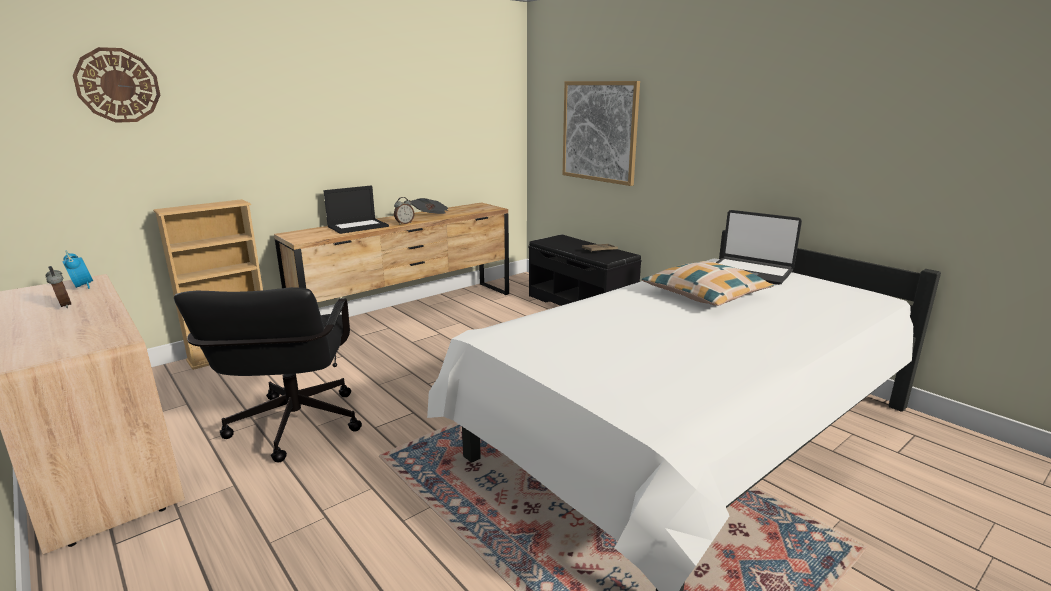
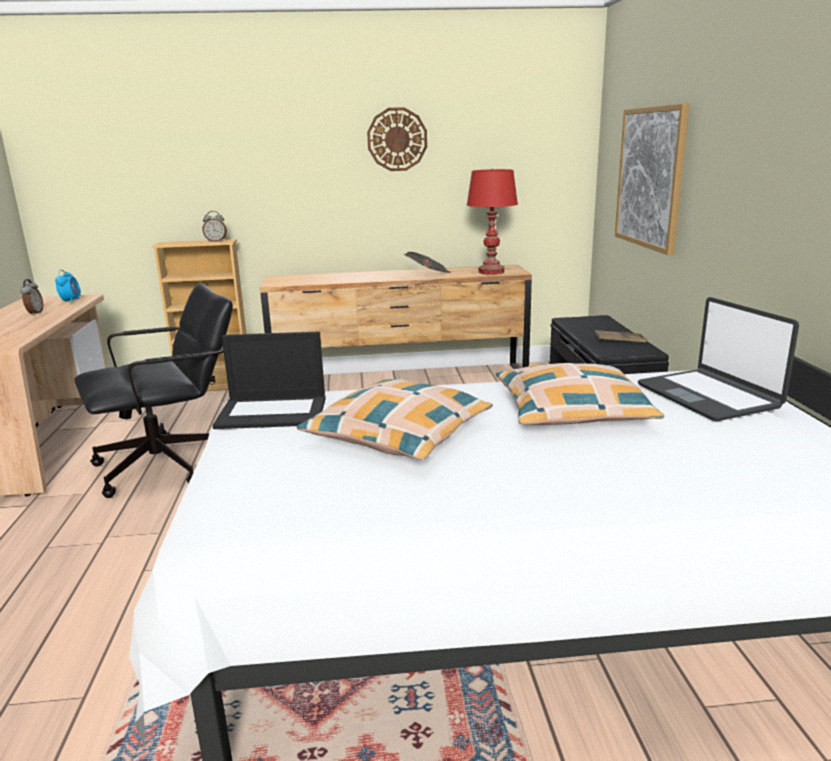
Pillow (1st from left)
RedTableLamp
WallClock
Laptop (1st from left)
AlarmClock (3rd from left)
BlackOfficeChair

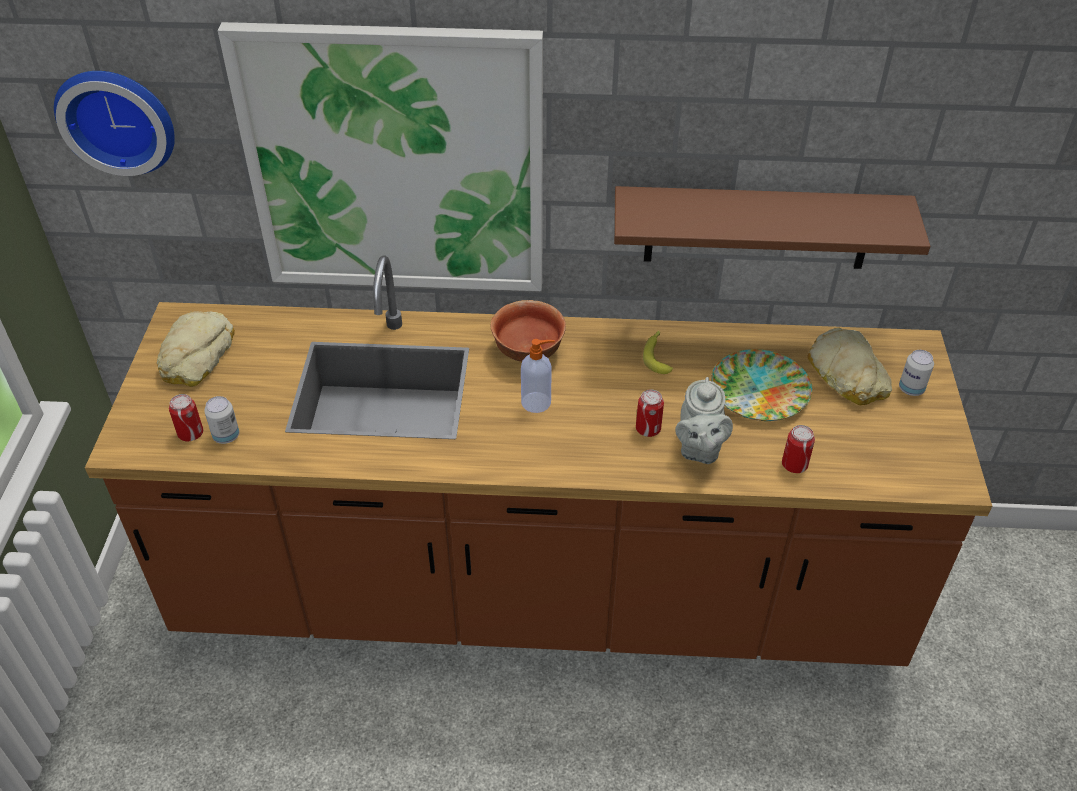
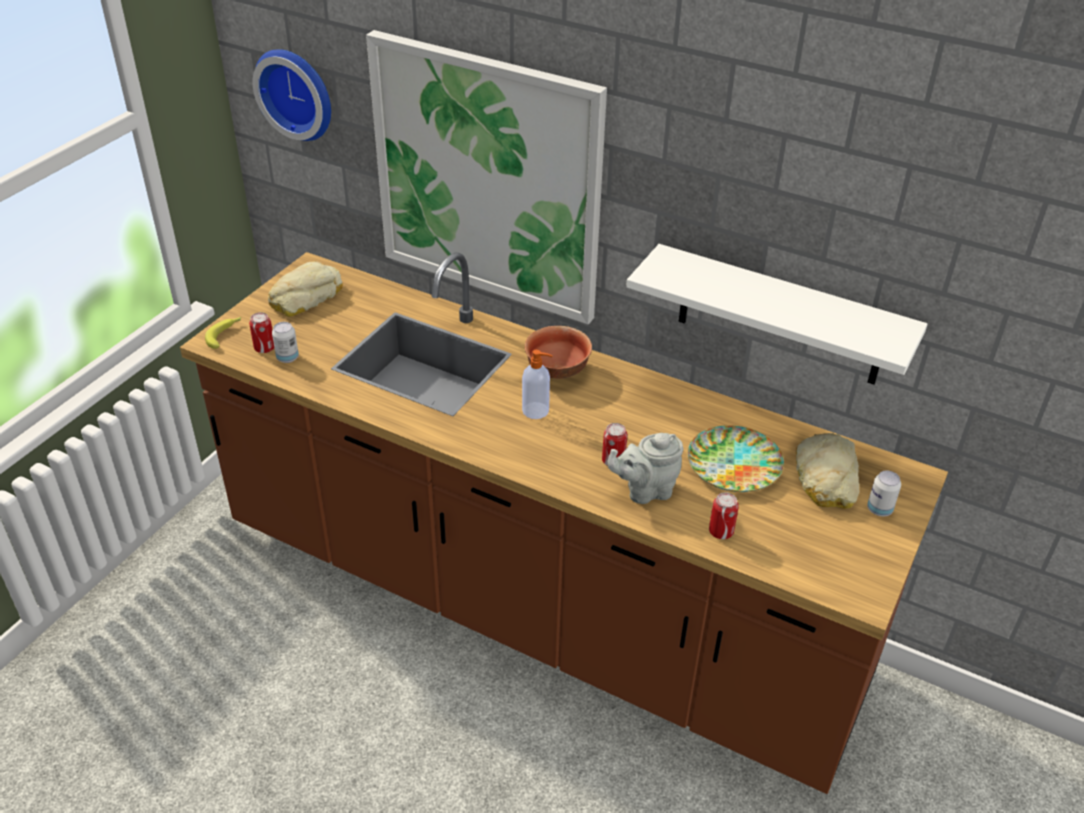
Banana
WhiteShelf
GreyTeapot

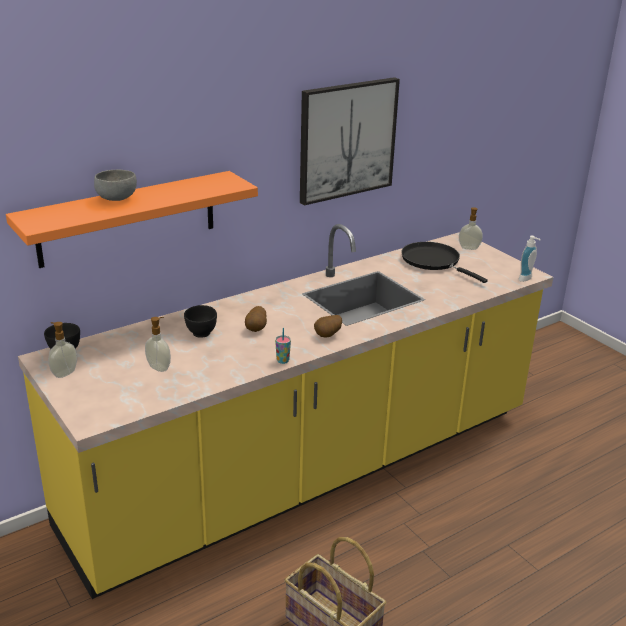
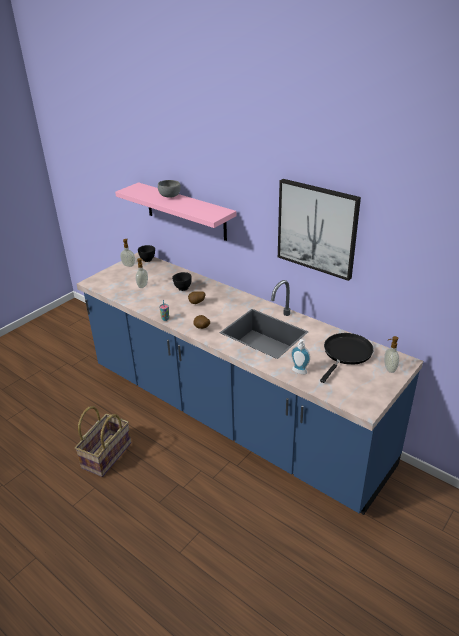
SoapDispenser (3rd from left)
PinkShelf
BlueCounter

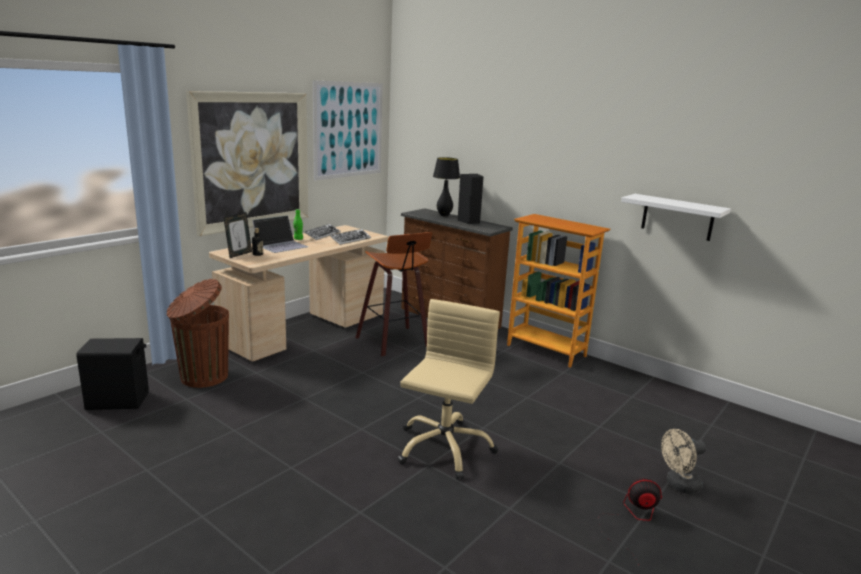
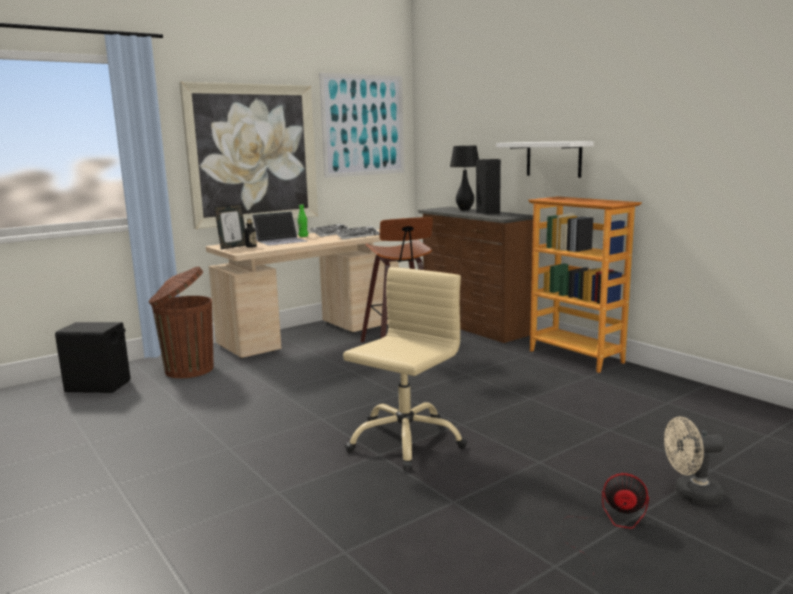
WhiteShelf

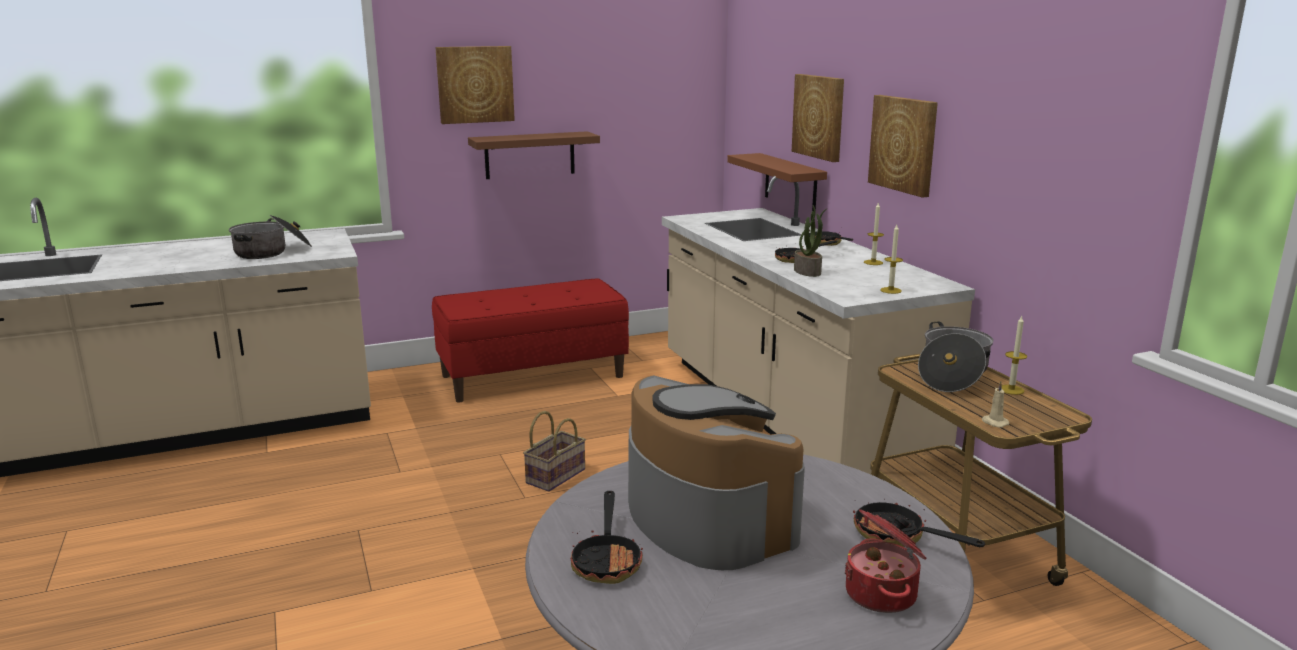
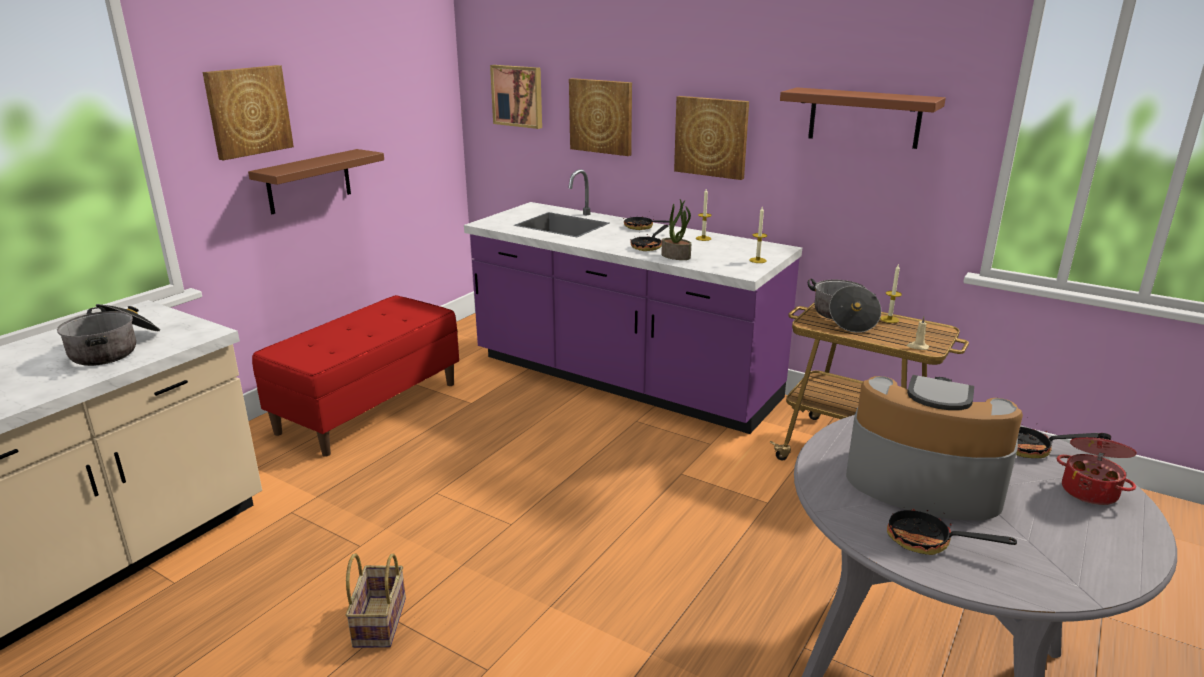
Picture (2nd from left)
Basket
BrownShelf (2nd from left)
PurpleCounter
FryingPan (3rd from left)

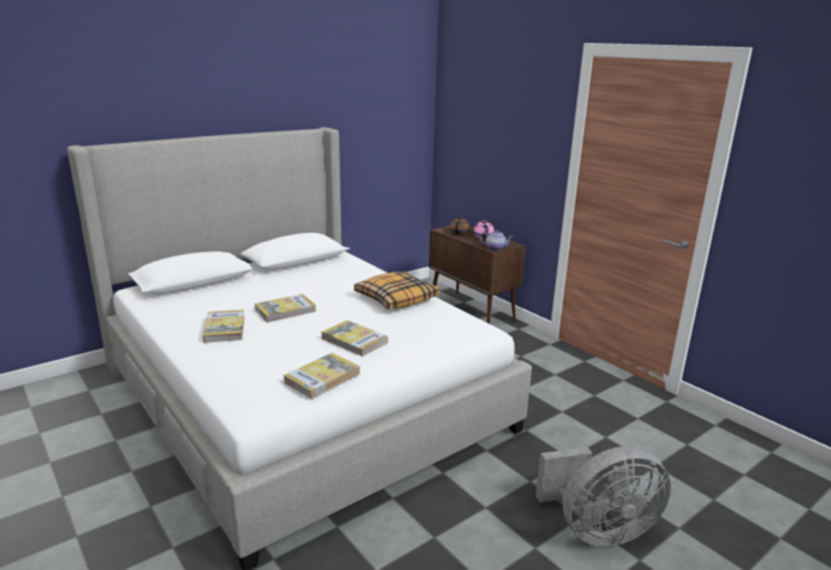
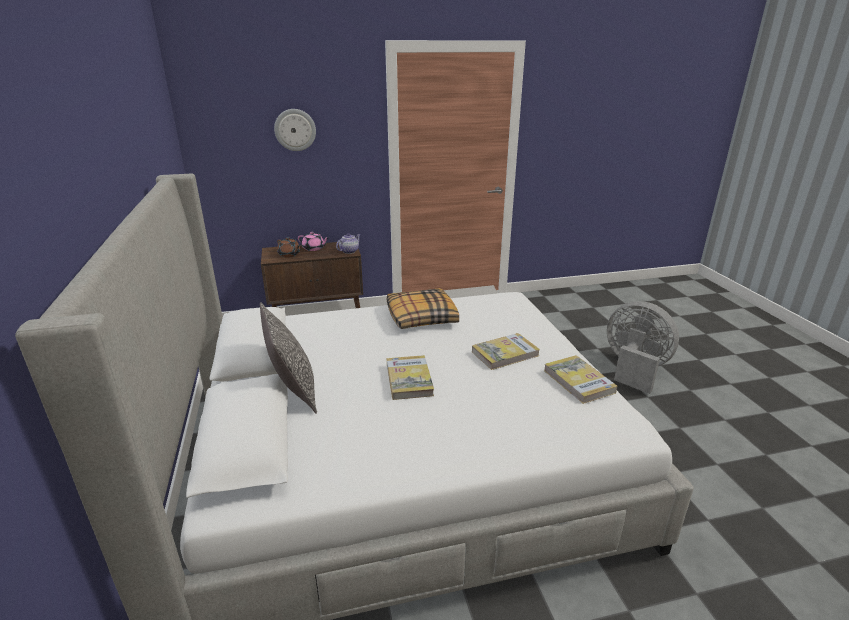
Book (1st from left in the first image)
Pillow (1st from left)
WallClock
GreyFan

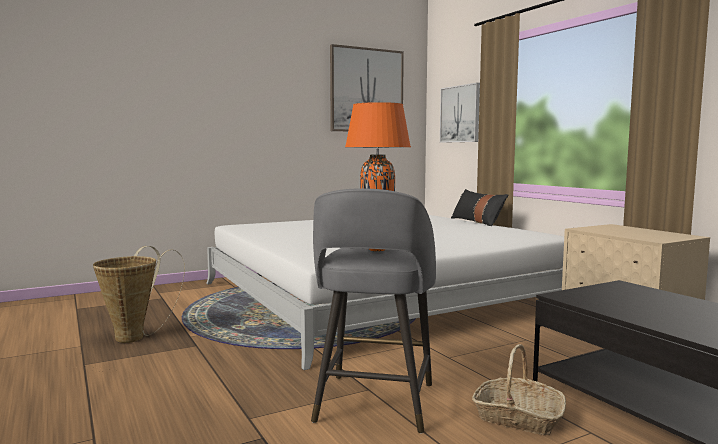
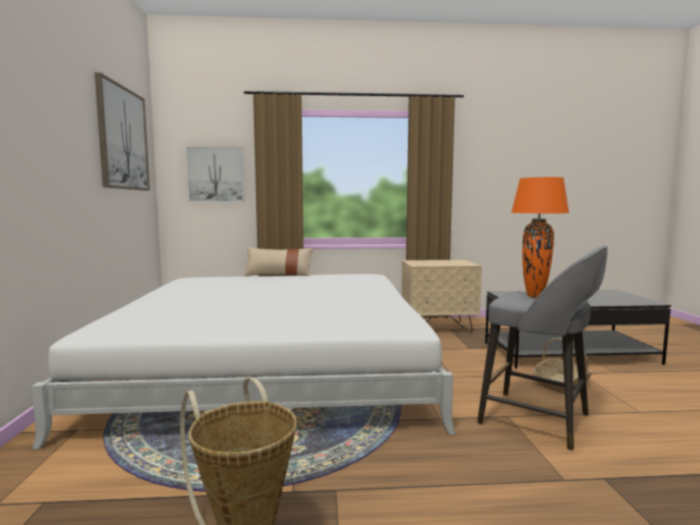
BeigePillow

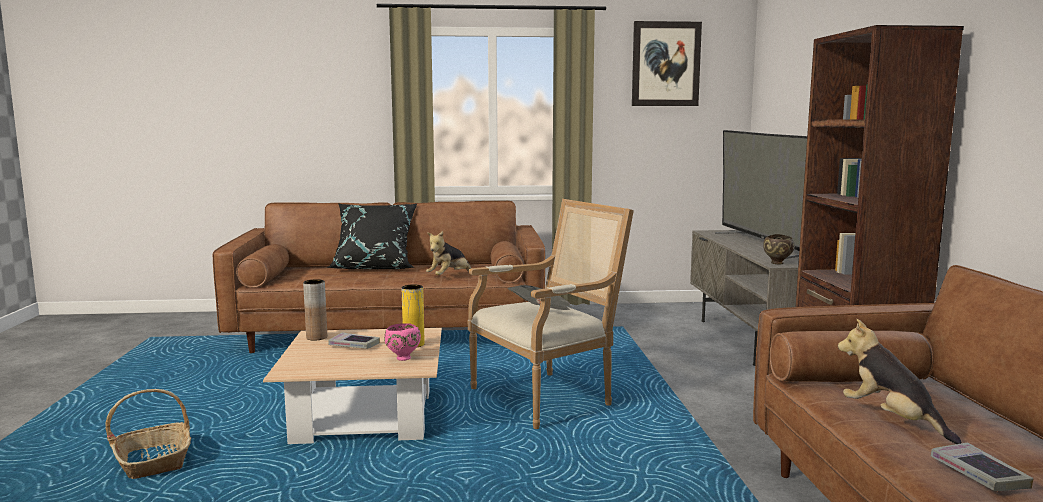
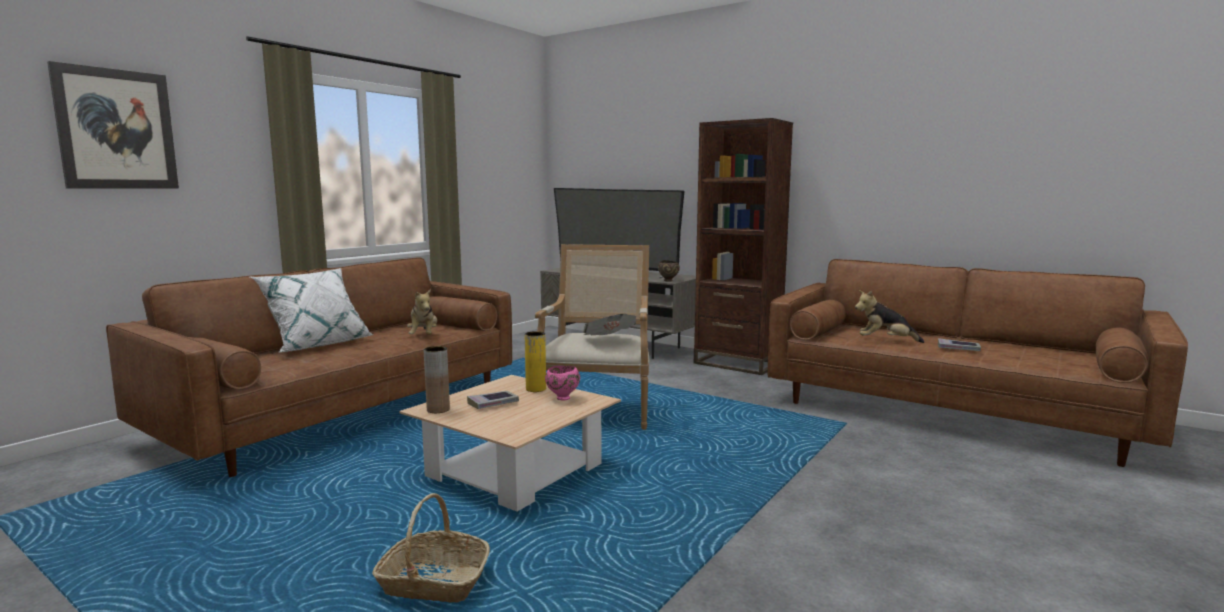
Picture
WhitePillow

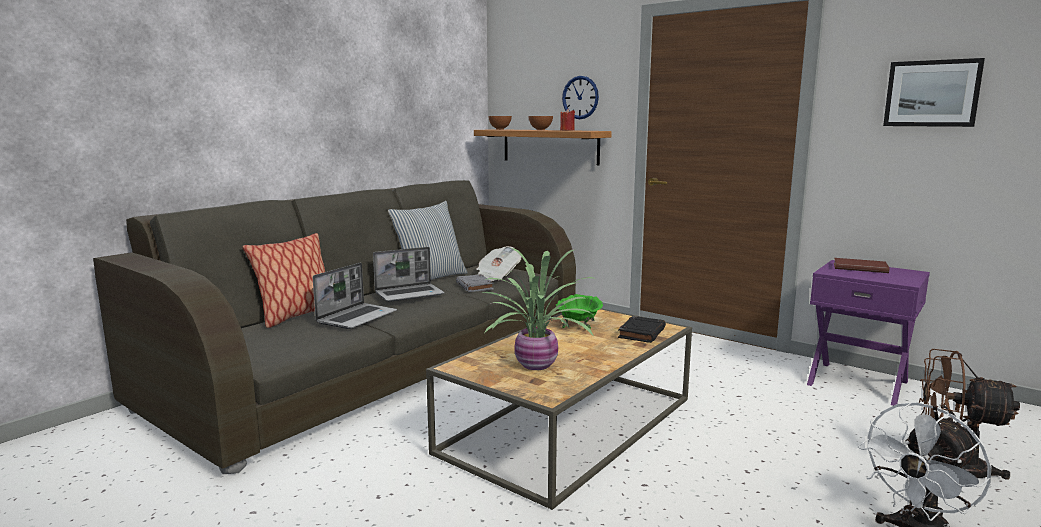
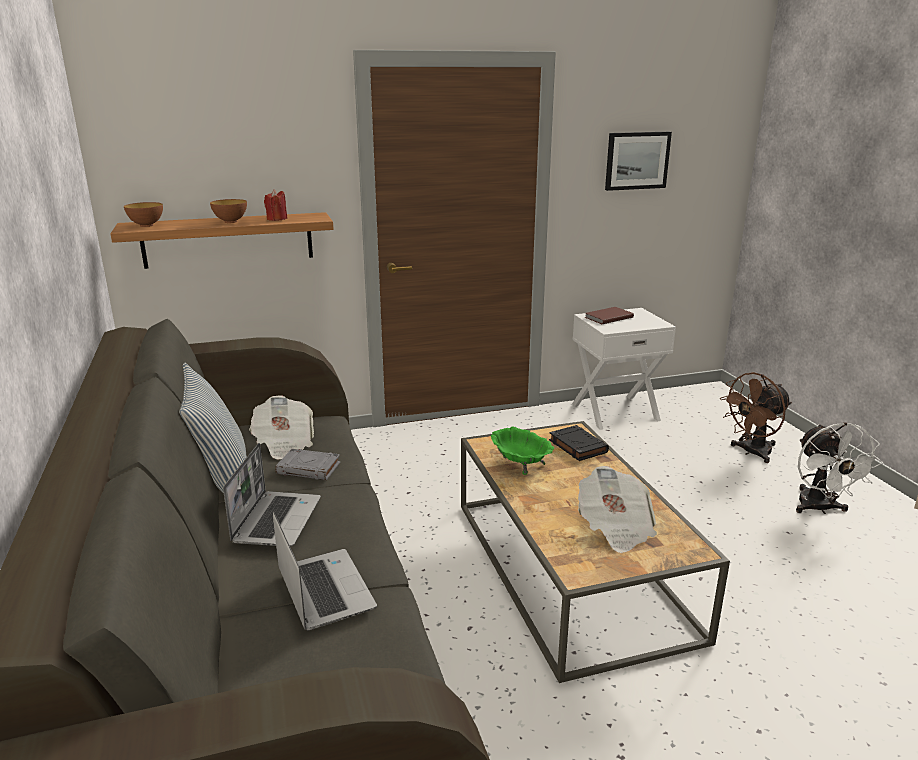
Pillow (1st from left in the first image)
WallClock
Newspaper (2nd from left)
WhiteNightstand

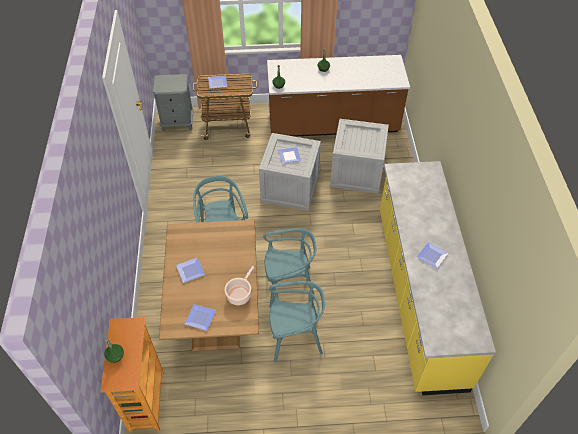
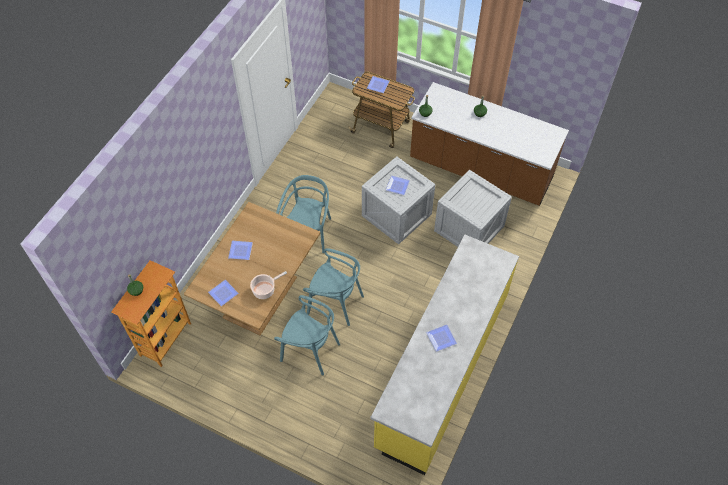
GreyNightstand

